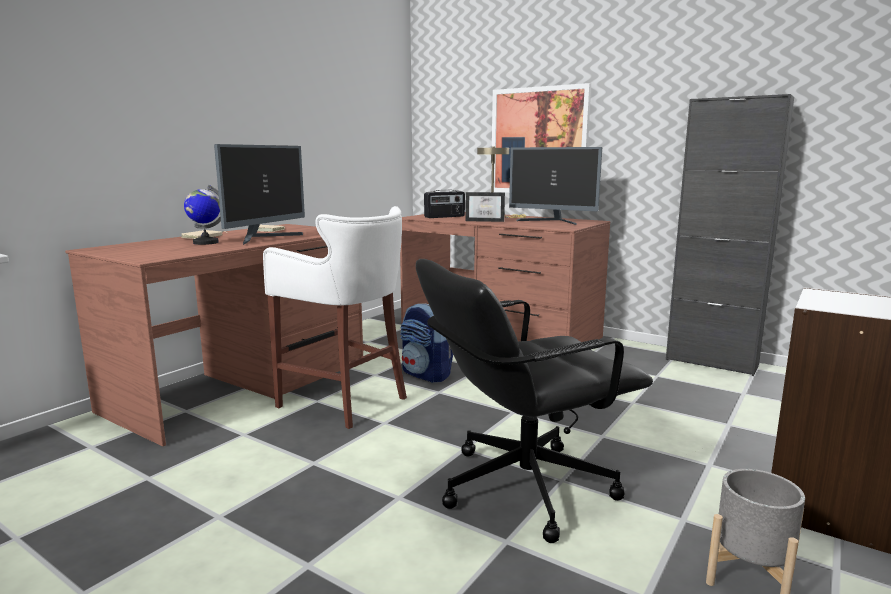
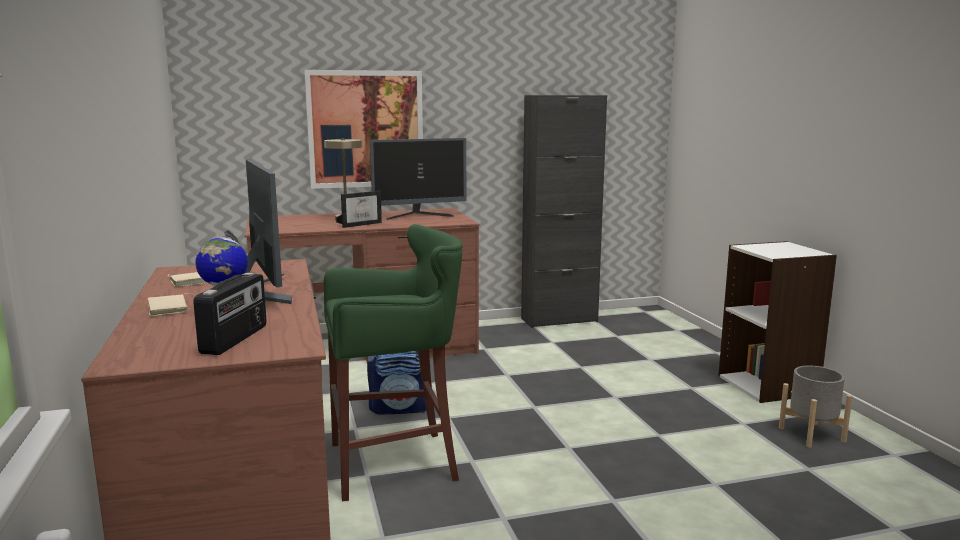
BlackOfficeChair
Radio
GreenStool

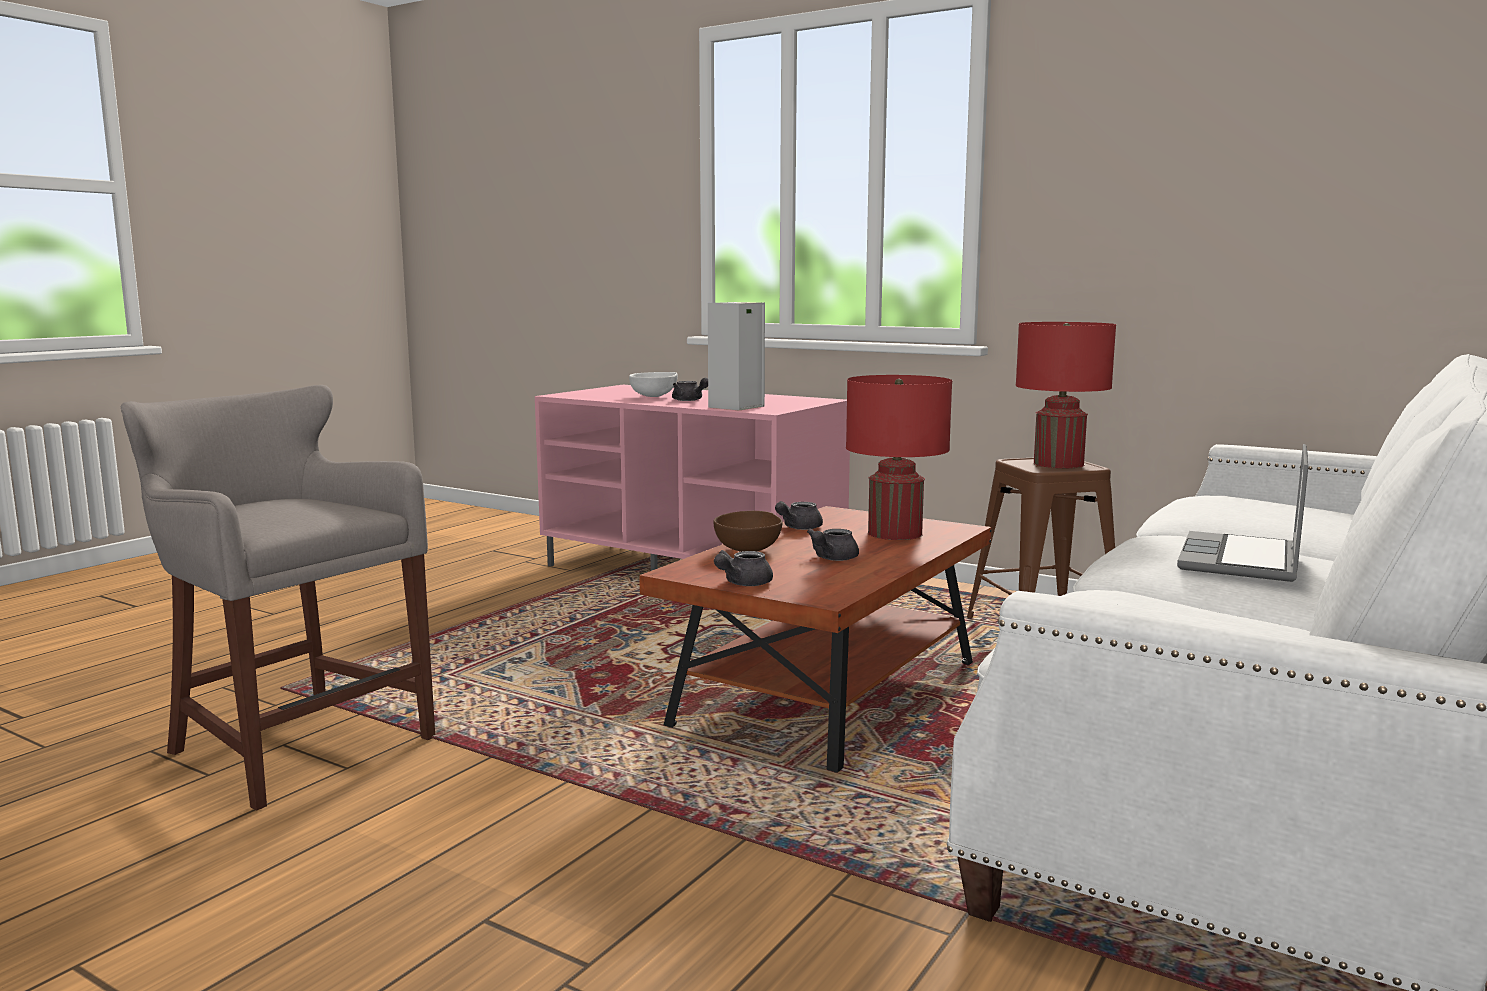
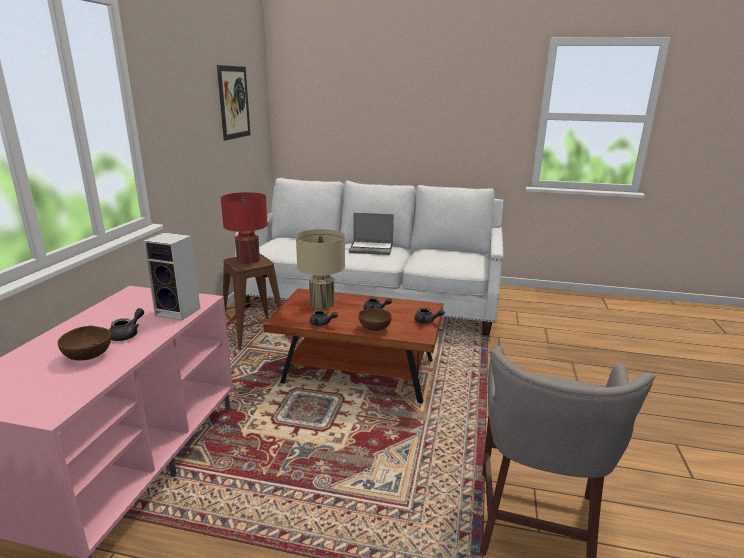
Picture
BrownBowl (1st from left)
BeigeTableLamp

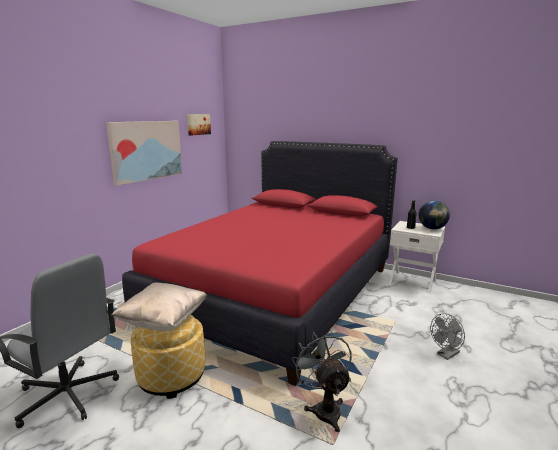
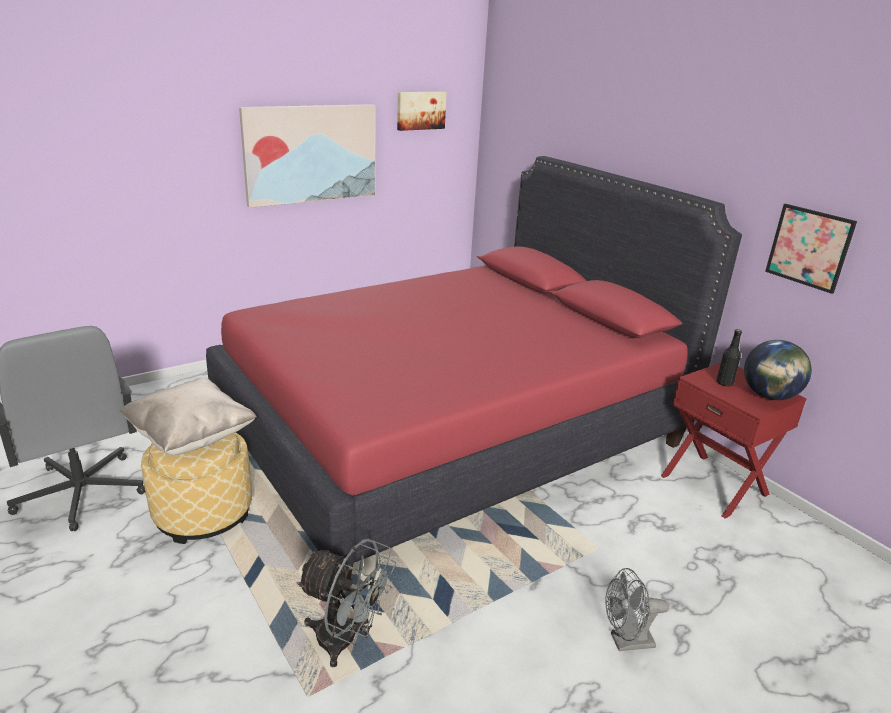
Picture (3rd from left)
RedNightstand
GreyFan (1st from left)

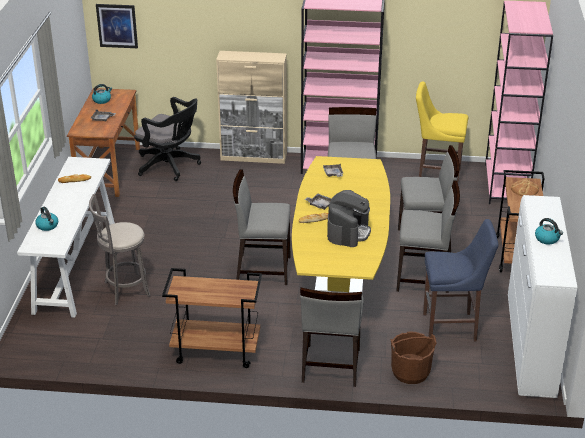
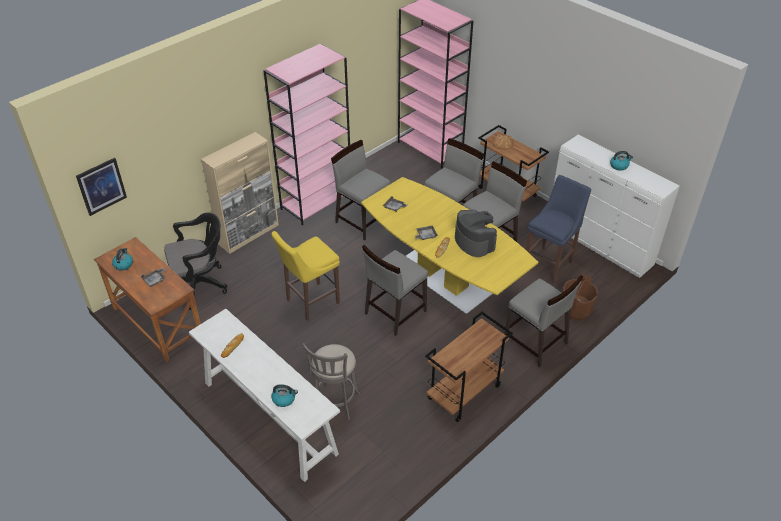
YellowStool

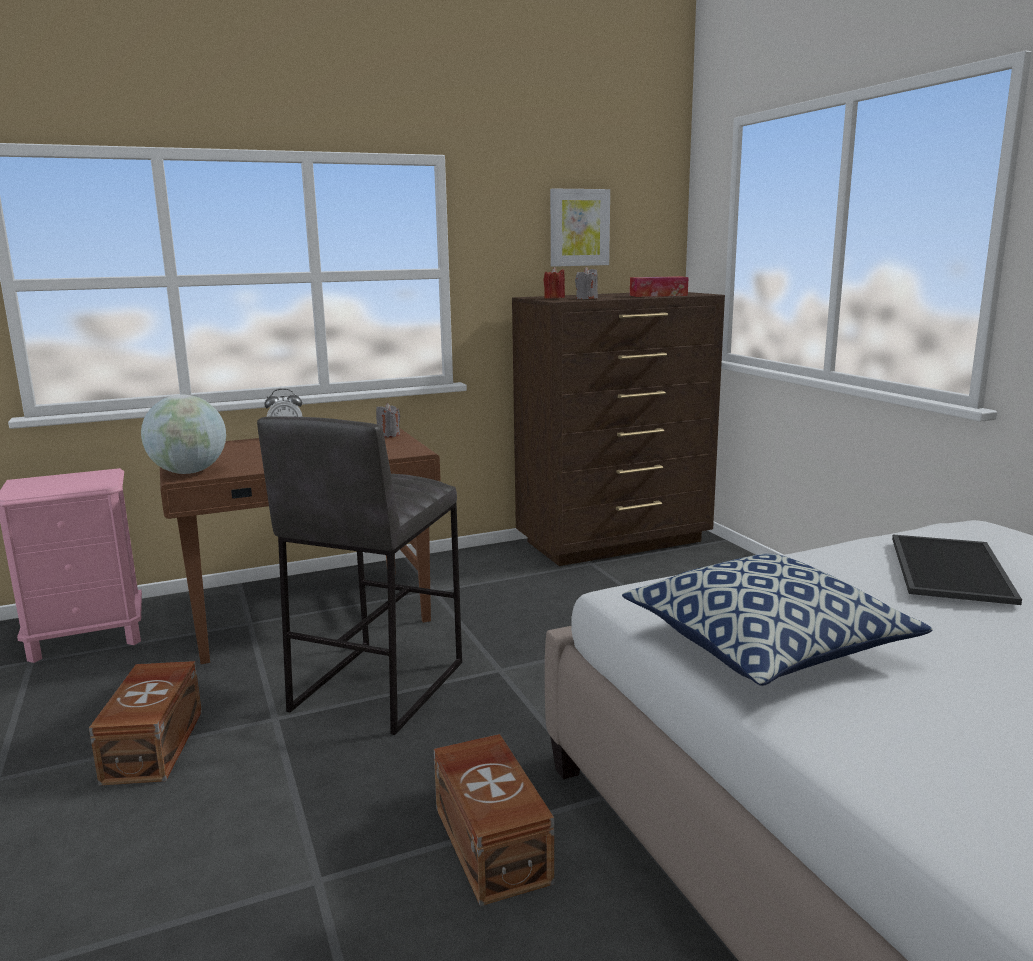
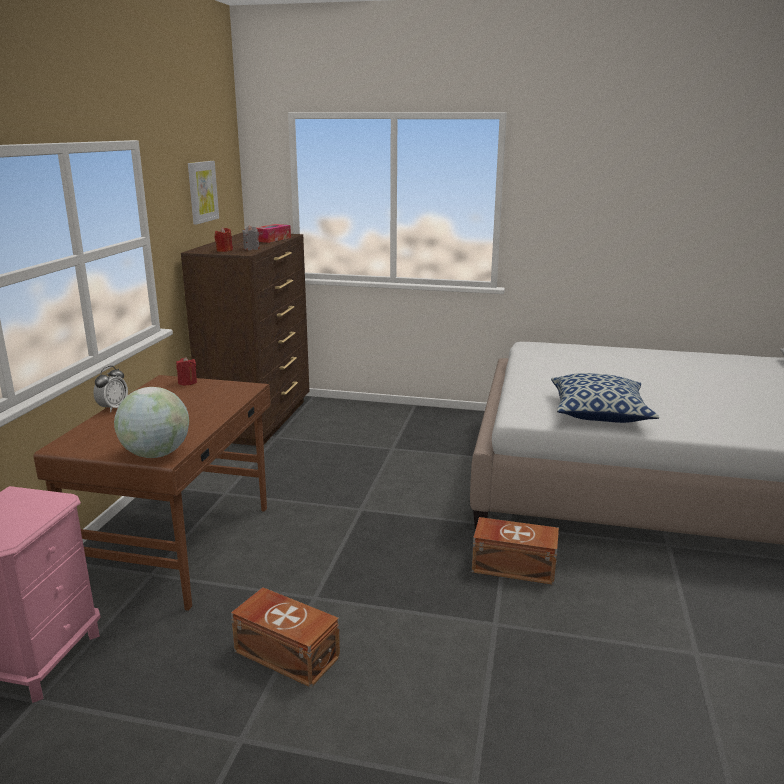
GreyStool
Tray
RedCandle (1st from left)

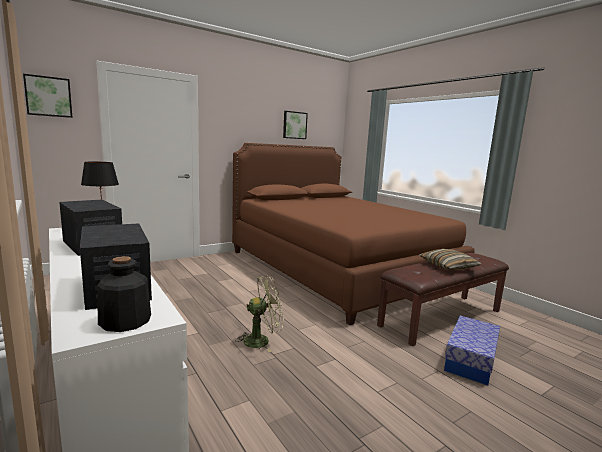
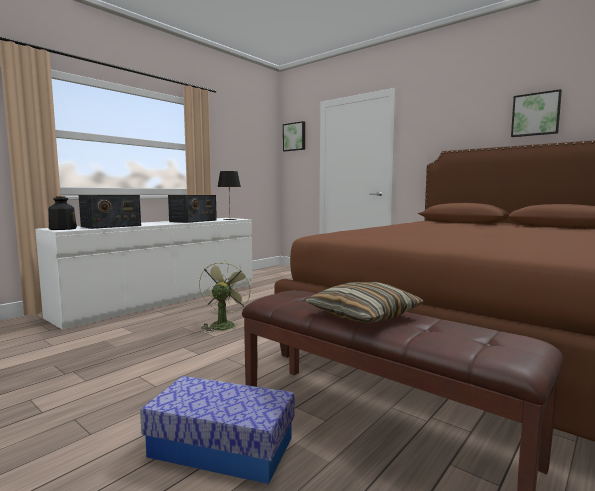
GreenFan

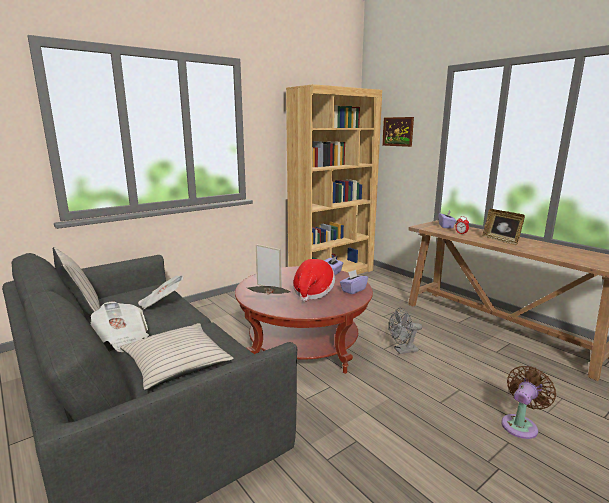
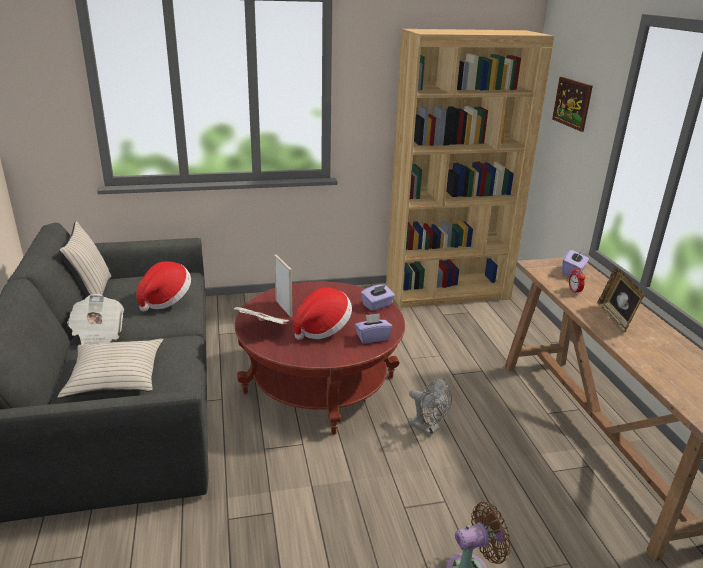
Hat (1st from left)
GreyFan

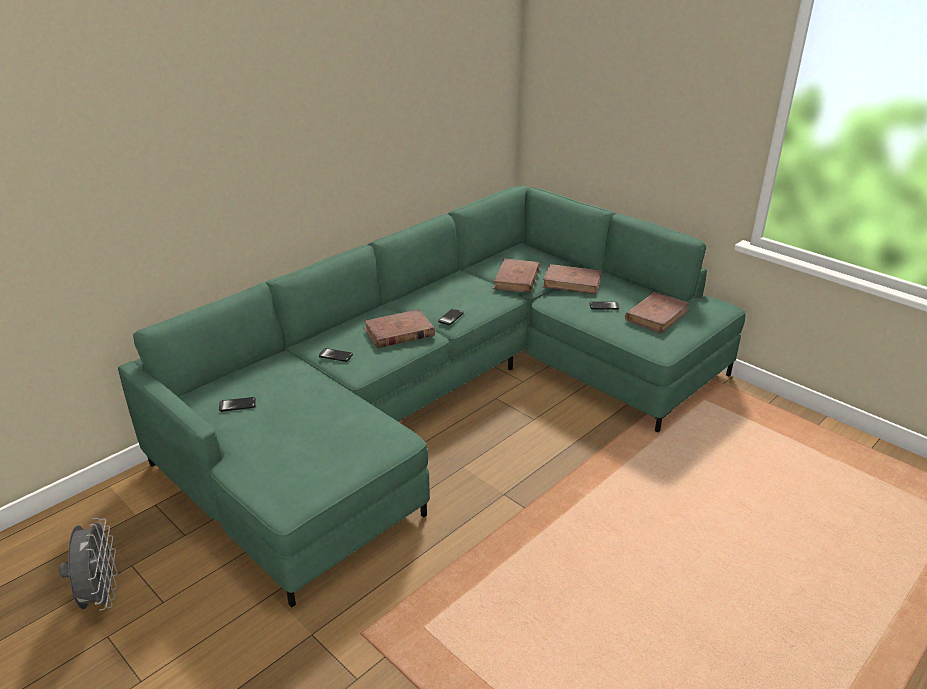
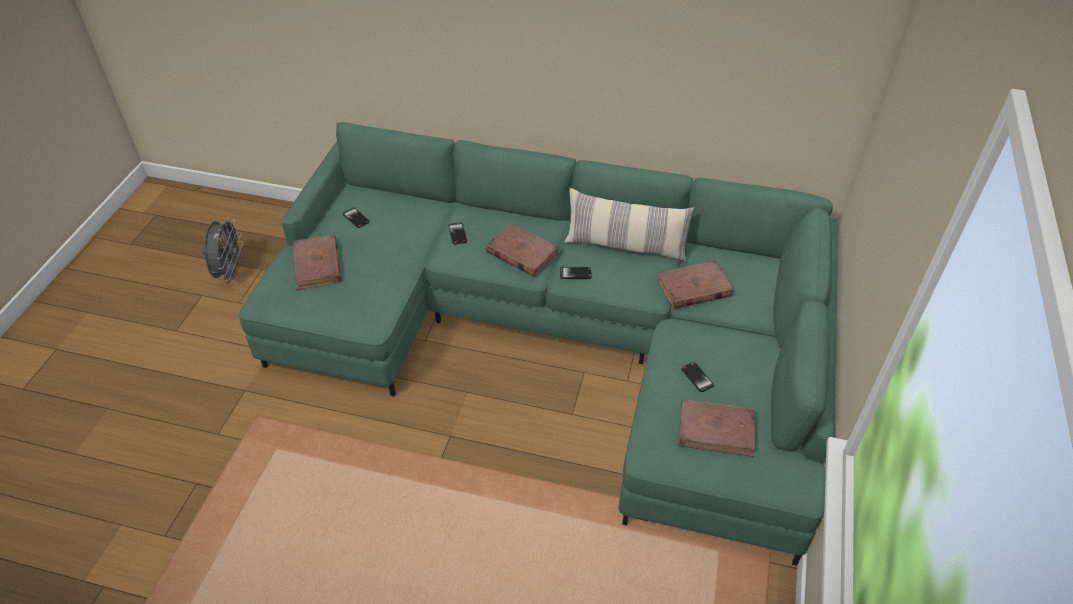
Pillow
BrownBook (1st from left)
GreyFan

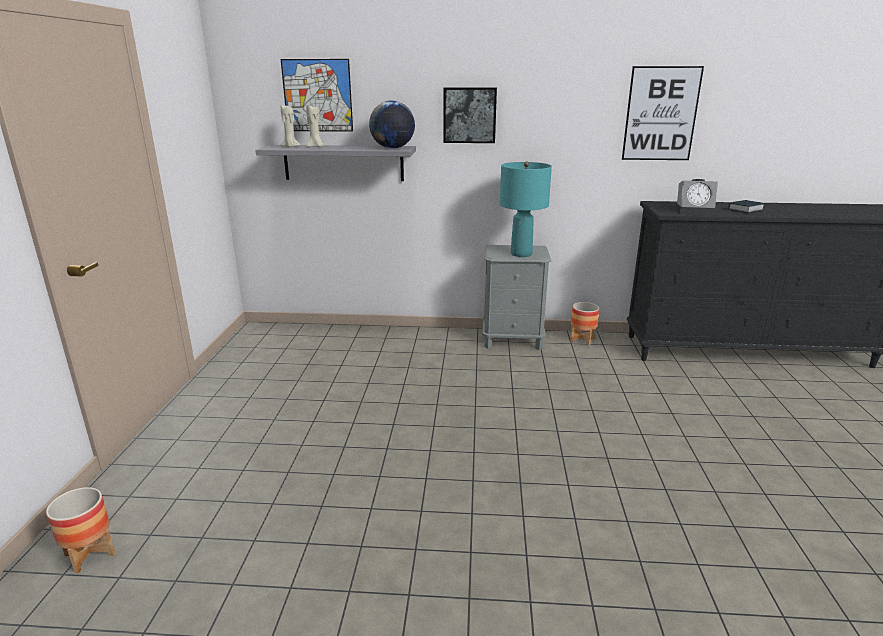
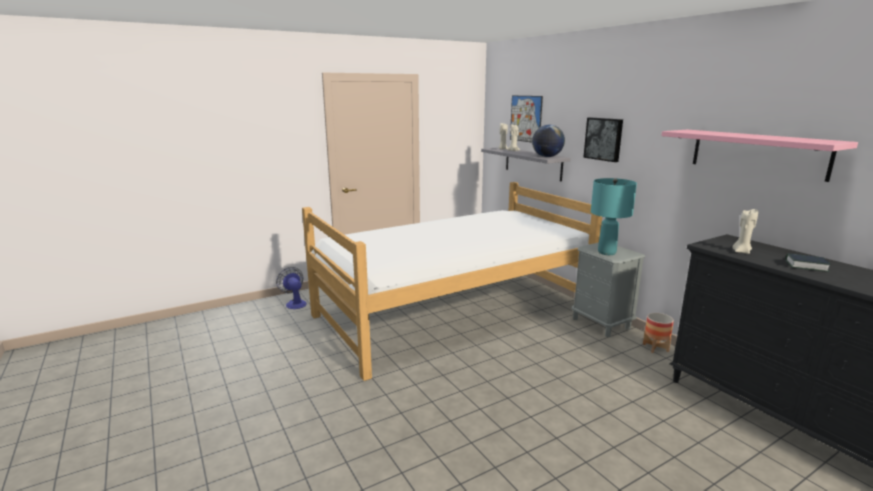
Bed
Fan
PinkShelf
BeigeCandle (3rd from left)

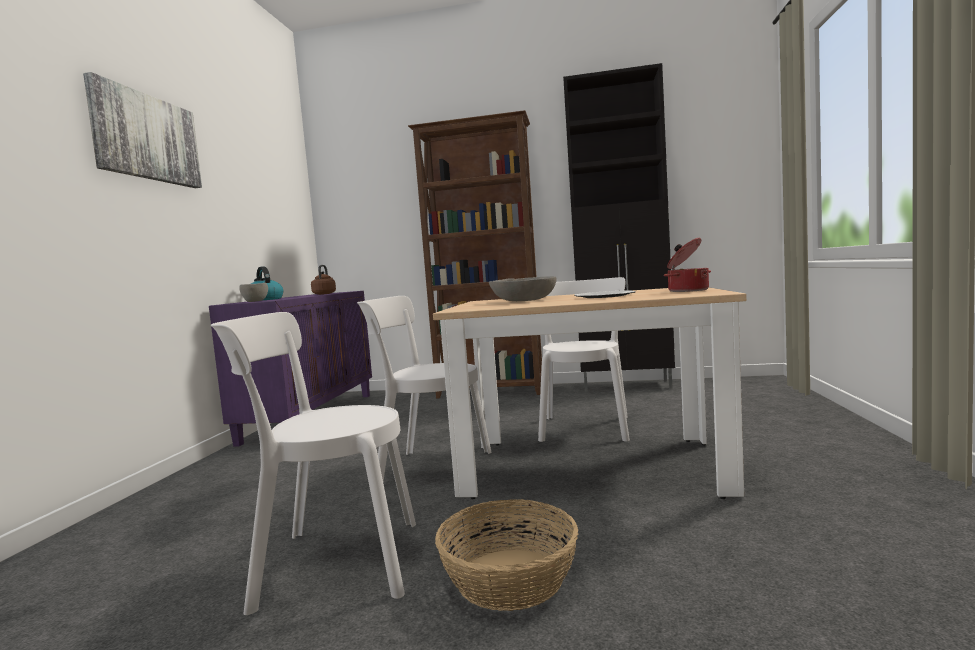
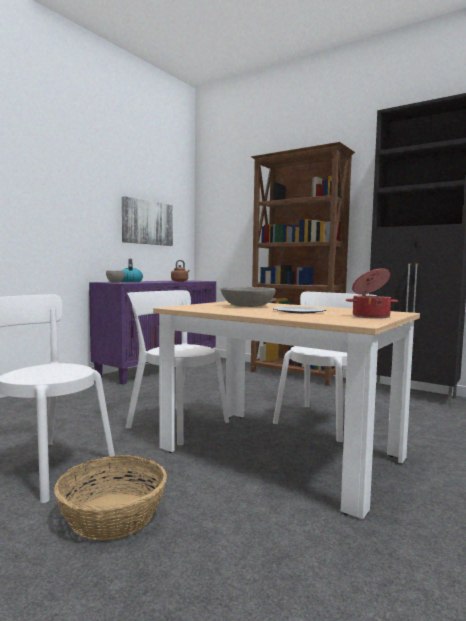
Picture

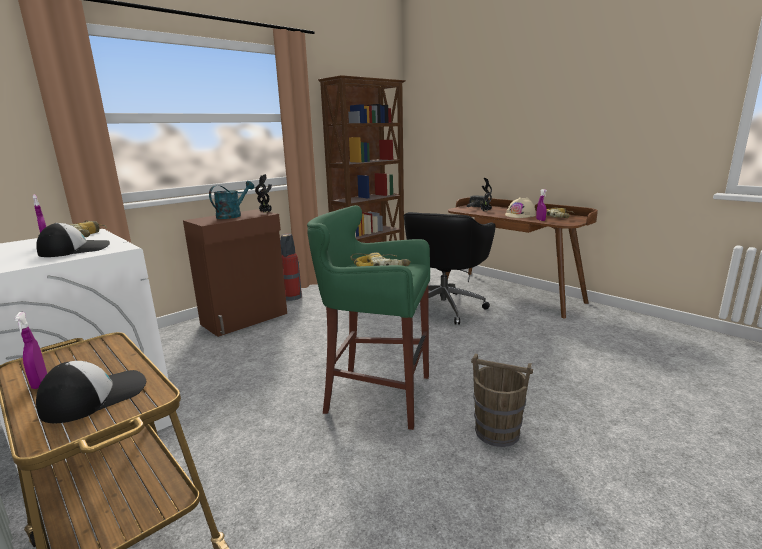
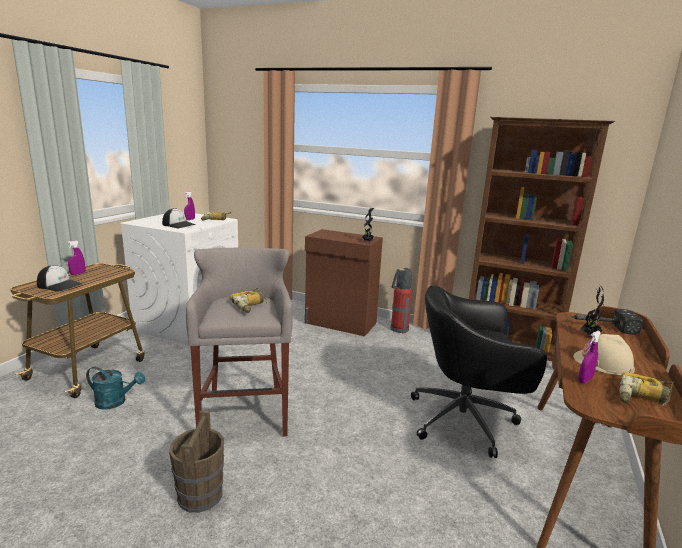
TurquoiseWateringCan
GreyStool

